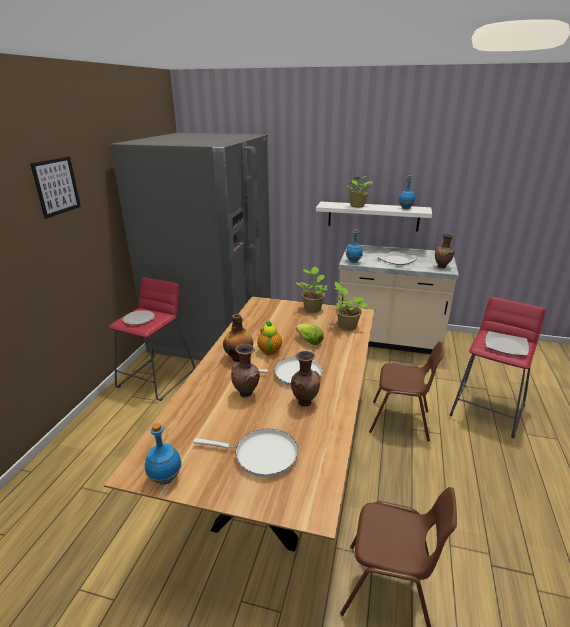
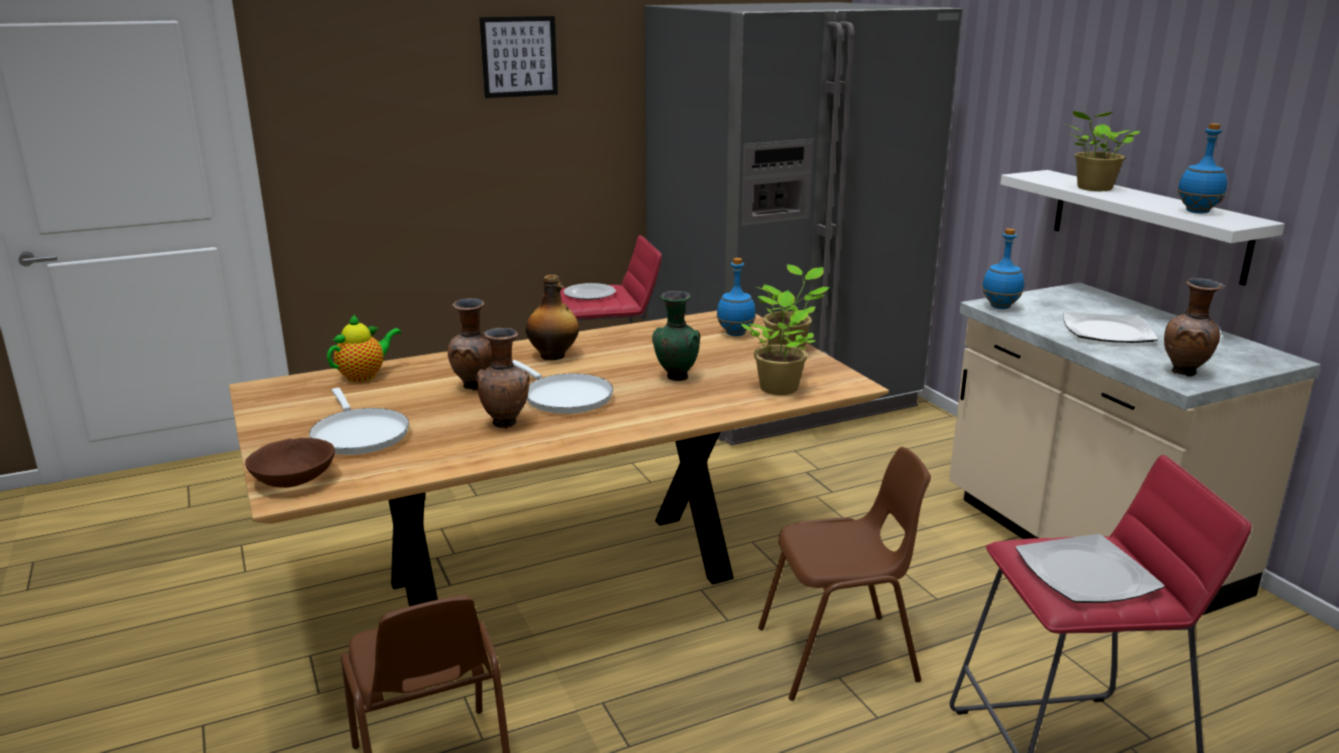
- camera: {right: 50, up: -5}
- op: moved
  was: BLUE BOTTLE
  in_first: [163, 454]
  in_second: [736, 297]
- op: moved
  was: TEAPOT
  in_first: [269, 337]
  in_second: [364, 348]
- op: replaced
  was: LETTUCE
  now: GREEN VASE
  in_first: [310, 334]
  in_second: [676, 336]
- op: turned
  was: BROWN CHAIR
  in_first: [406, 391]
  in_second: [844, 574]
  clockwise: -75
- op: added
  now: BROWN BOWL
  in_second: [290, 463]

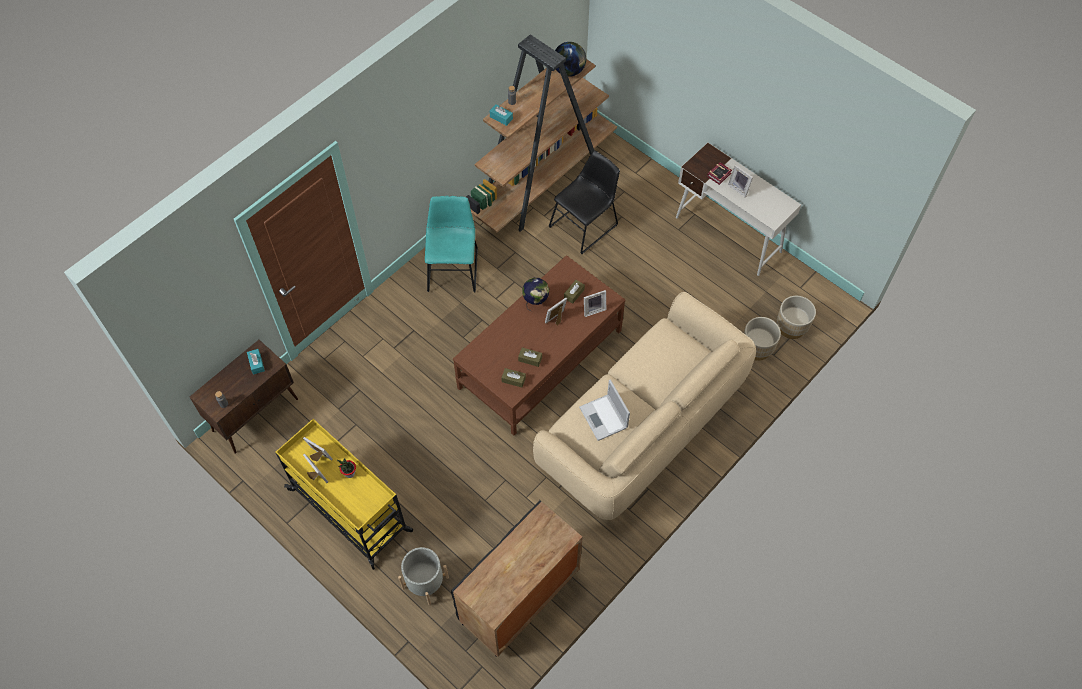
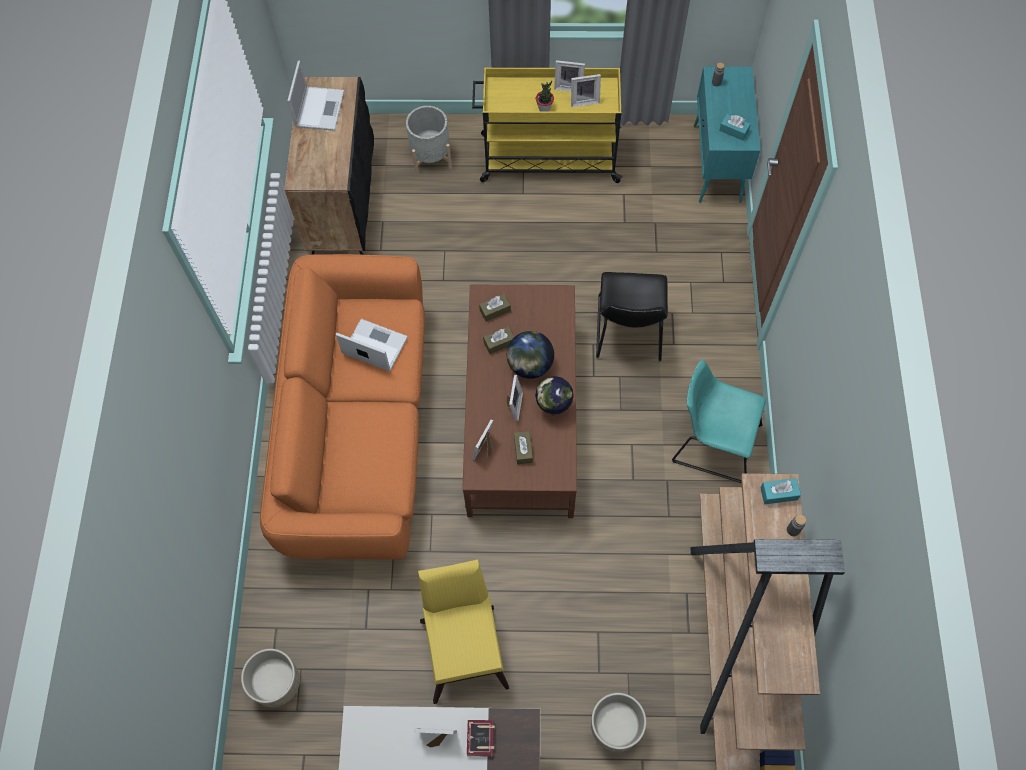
- camera: {right: 140, up: 5}
- op: recoloured
  was: BROWN CABINET
  now: TURQUOISE CABINET
  in_first: [244, 397]
  in_second: [727, 135]
- op: turned
  was: TURQUOISE CHAIR
  in_first: [451, 244]
  in_second: [719, 421]
  clockwise: 150
- op: recoloured
  was: BEIGE SOFA
  now: ORANGE SOFA
  in_first: [644, 406]
  in_second: [342, 407]
- op: moved
  was: BLACK CHAIR
  in_first: [584, 202]
  in_second: [632, 317]
- op: moved
  was: GLOBE
  in_first: [570, 59]
  in_second: [530, 355]
- op: moved
  was: BEIGE PLANTER
  in_first: [762, 339]
  in_second: [618, 722]
- op: added
  now: LAPTOP
  in_second: [315, 96]
- op: added
  now: YELLOW CHAIR
  in_second: [463, 632]

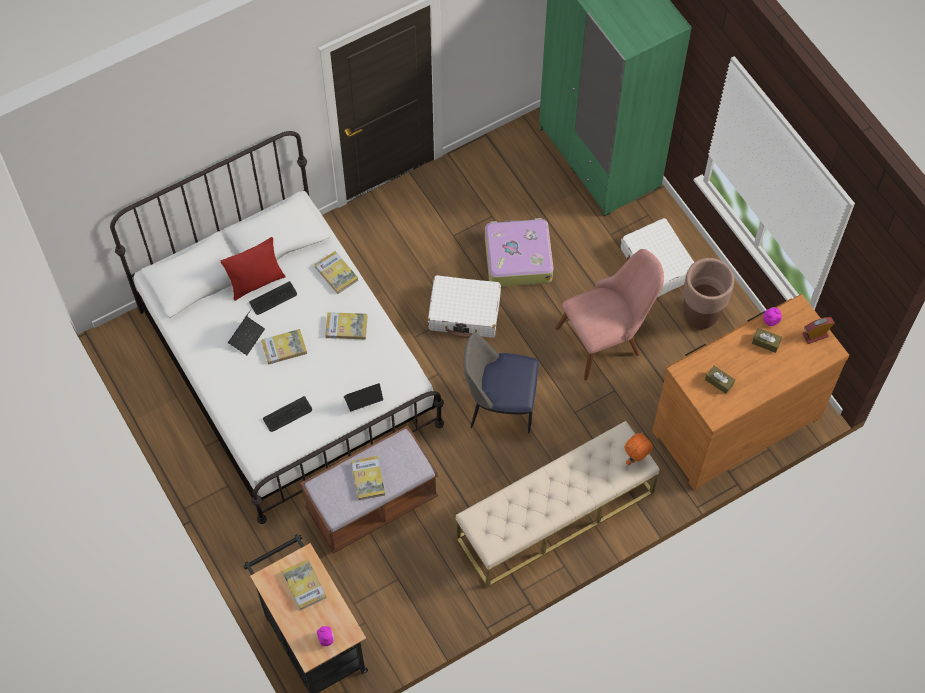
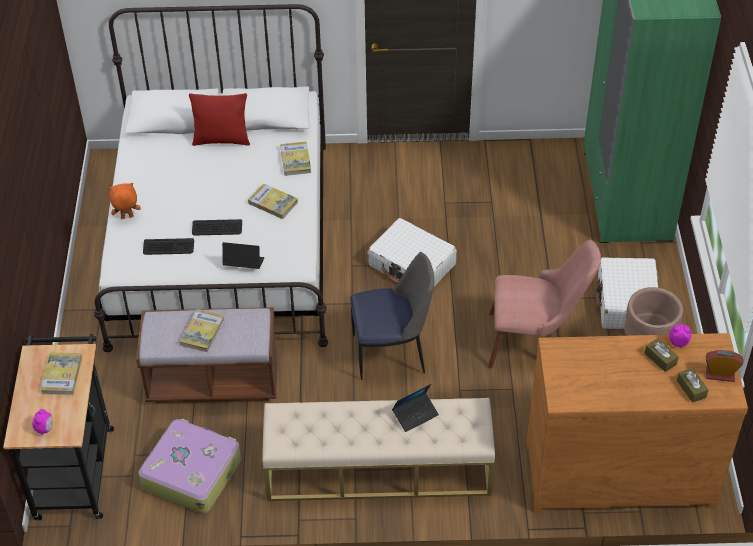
- camera: {right: 30, up: -15}
- op: moved
  was: LAPTOP
  in_first: [246, 332]
  in_second: [415, 408]
- op: moved
  was: KEYBOARD
  in_first: [273, 298]
  in_second: [217, 227]
- op: removed
  was: BOOK
  in_first: [284, 347]
- op: turned
  was: CHAIR
  in_first: [501, 383]
  in_second: [392, 316]
  clockwise: 135
- op: moved
  was: SUITCASE
  in_first: [519, 252]
  in_second: [189, 466]
- op: moved
  was: ORANGE PLUSH TOY
  in_first: [639, 448]
  in_second: [125, 201]
- op: moved
  was: BROWN TISSUE BOX
  in_first: [720, 380]
  in_second: [692, 385]

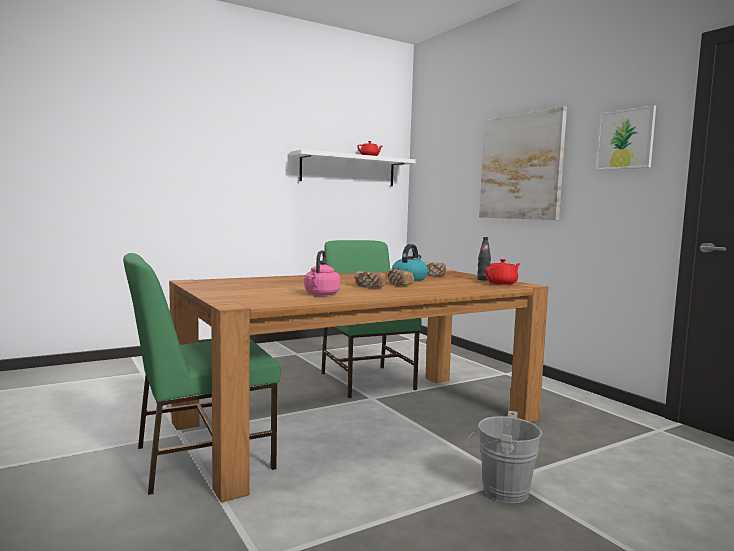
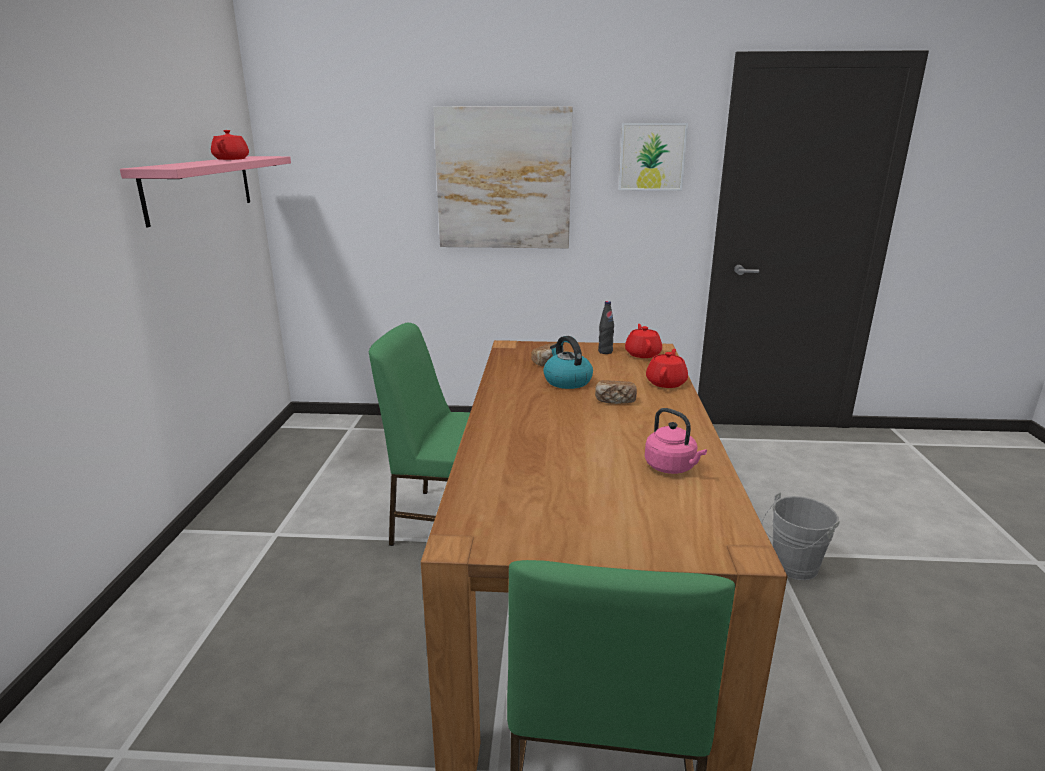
- camera: {right: -55, up: 15}
- op: recoloured
  was: WHITE SHELF
  now: PINK SHELF
  in_first: [353, 167]
  in_second: [205, 191]
- op: removed
  was: BREAD
  in_first: [371, 279]
- op: added
  now: RED TEAPOT
  in_second: [667, 368]

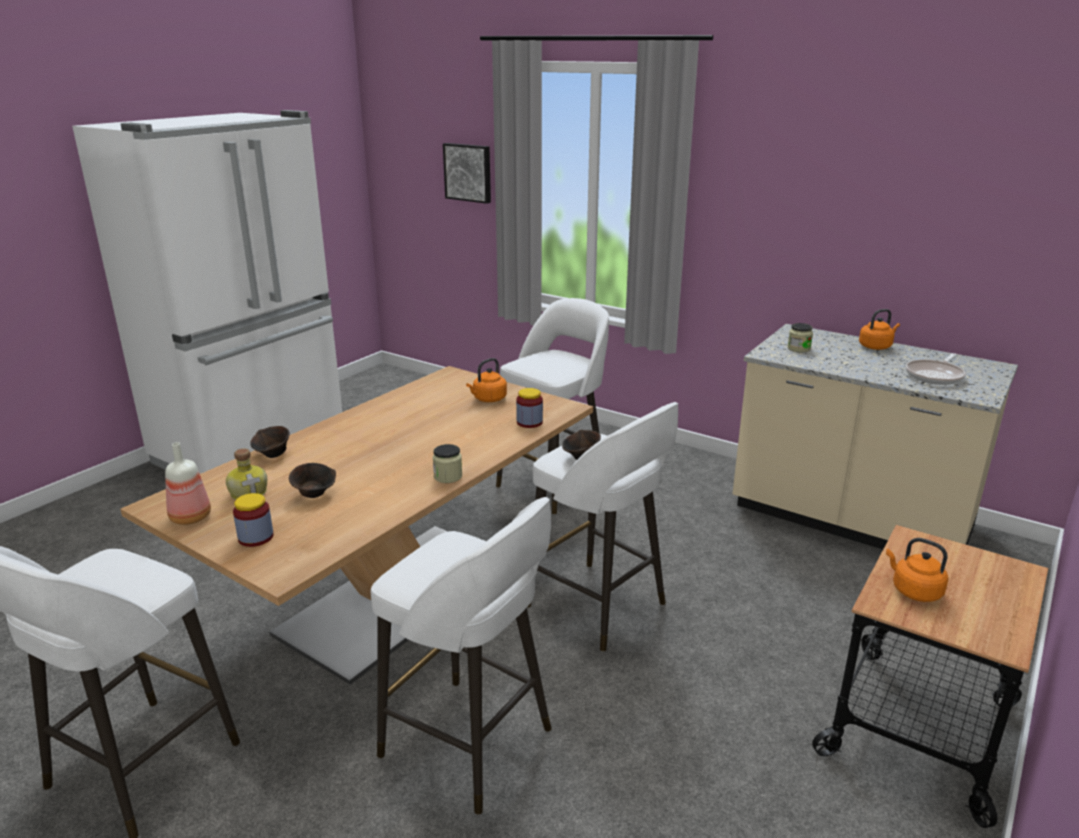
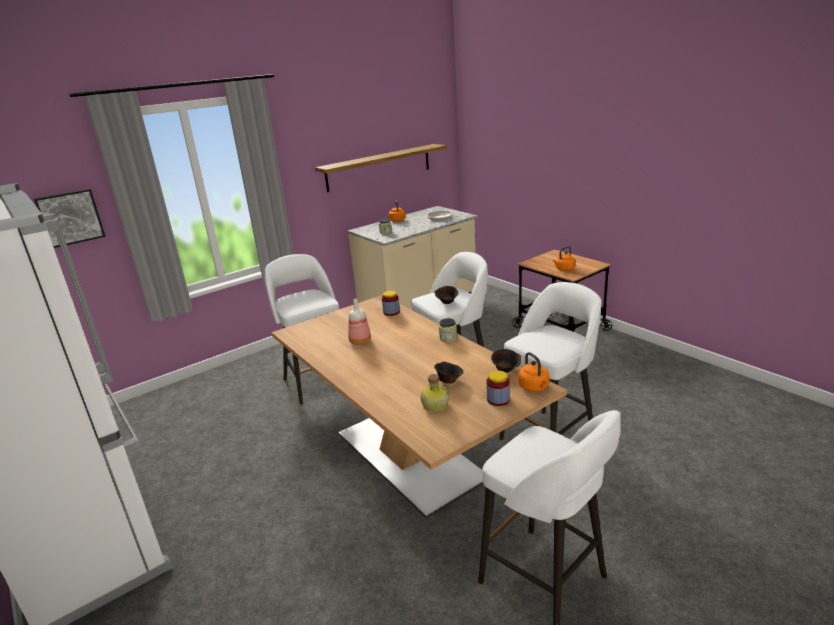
- camera: {right: -70, up: 0}
- op: moved
  was: BOTTLE
  in_first: [188, 483]
  in_second: [359, 322]
- op: moved
  was: BROWN BOWL
  in_first: [270, 442]
  in_second: [506, 361]
- op: moved
  was: ORANGE KETTLE
  in_first: [486, 380]
  in_second: [533, 372]
- op: added
  now: SHELF
  in_second: [381, 168]

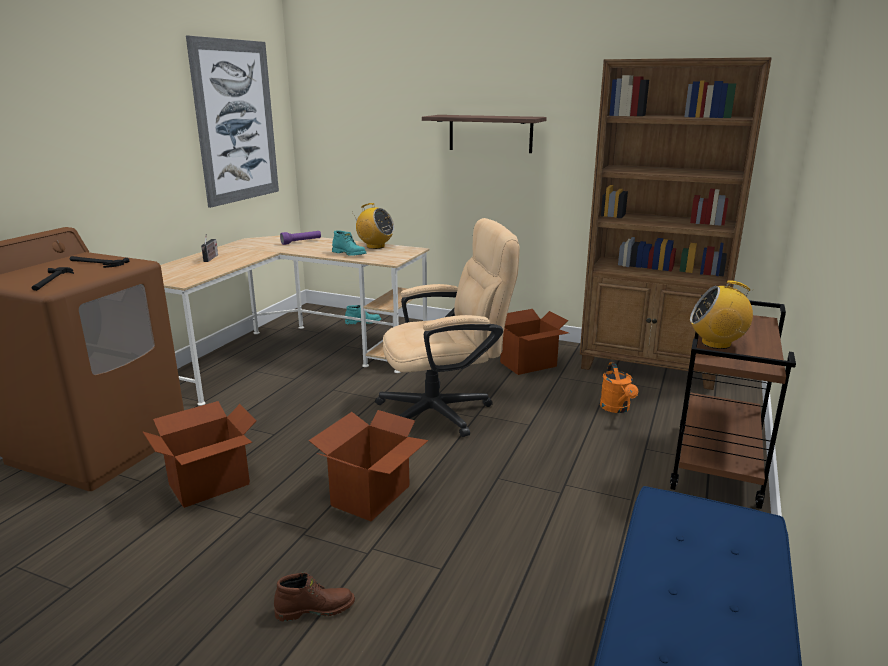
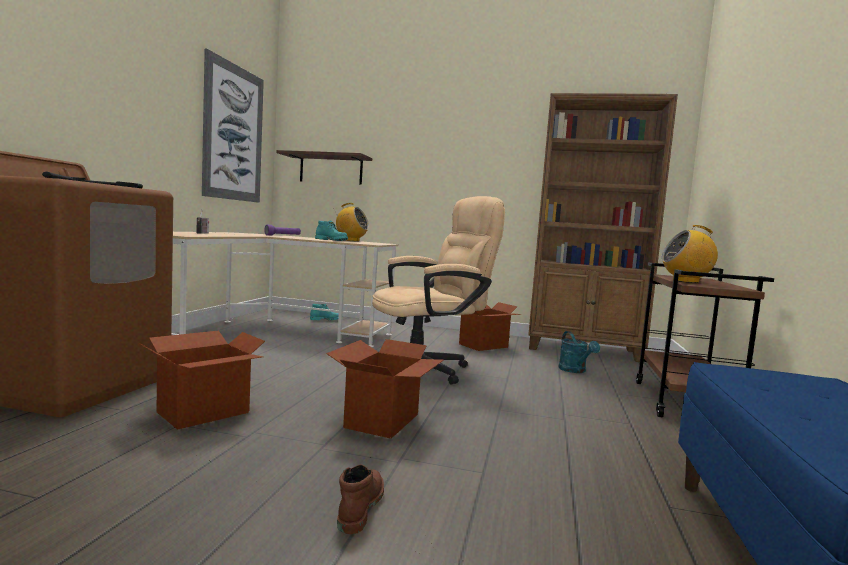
- camera: {right: -10, up: -15}
- op: turned
  was: BROWN BOOT
  in_first: [314, 596]
  in_second: [360, 499]
  clockwise: -60
- op: moved
  was: SHELF
  in_first: [484, 134]
  in_second: [324, 167]
- op: recoloured
  was: ORANGE WATERING CAN
  now: TURQUOISE WATERING CAN
  in_first: [619, 387]
  in_second: [579, 352]

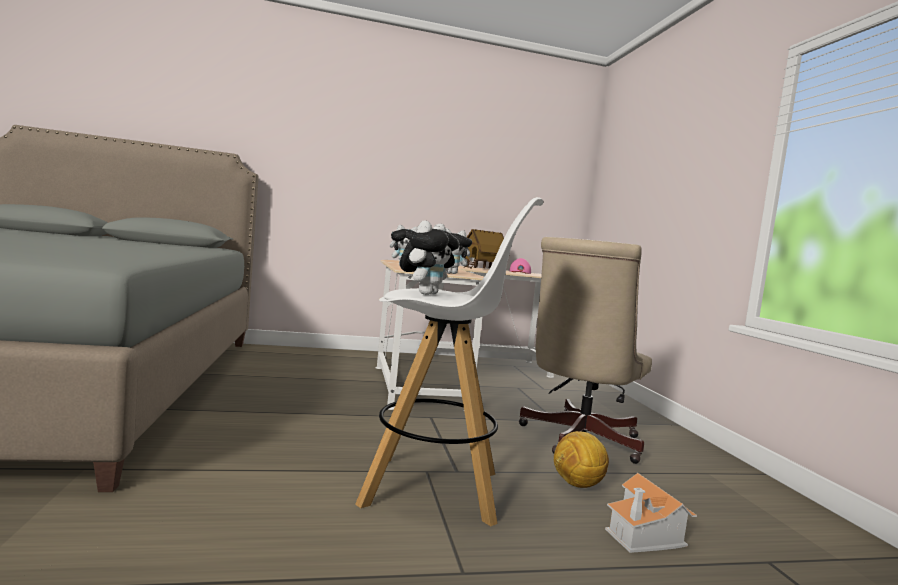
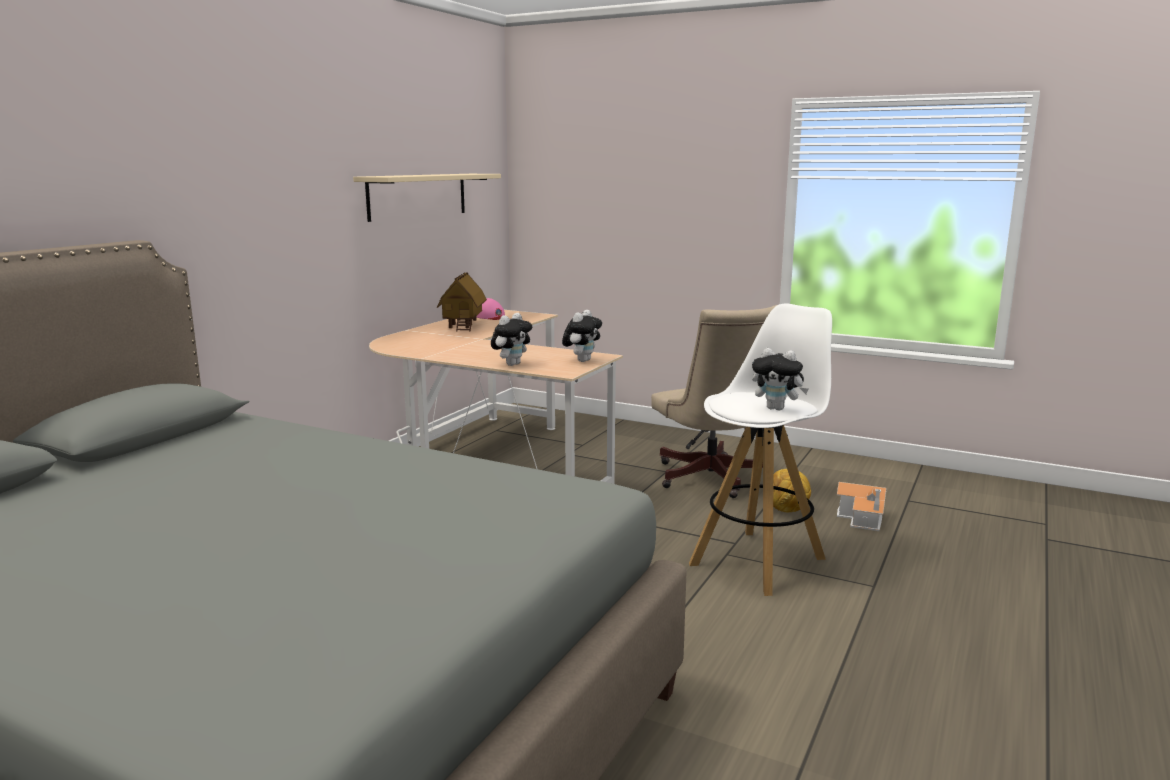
- camera: {right: -50, up: 10}
- op: turned
  was: PLUSH TOY
  in_first: [430, 257]
  in_second: [780, 379]
  clockwise: 135
- op: added
  now: BEIGE SHELF
  in_second: [427, 198]

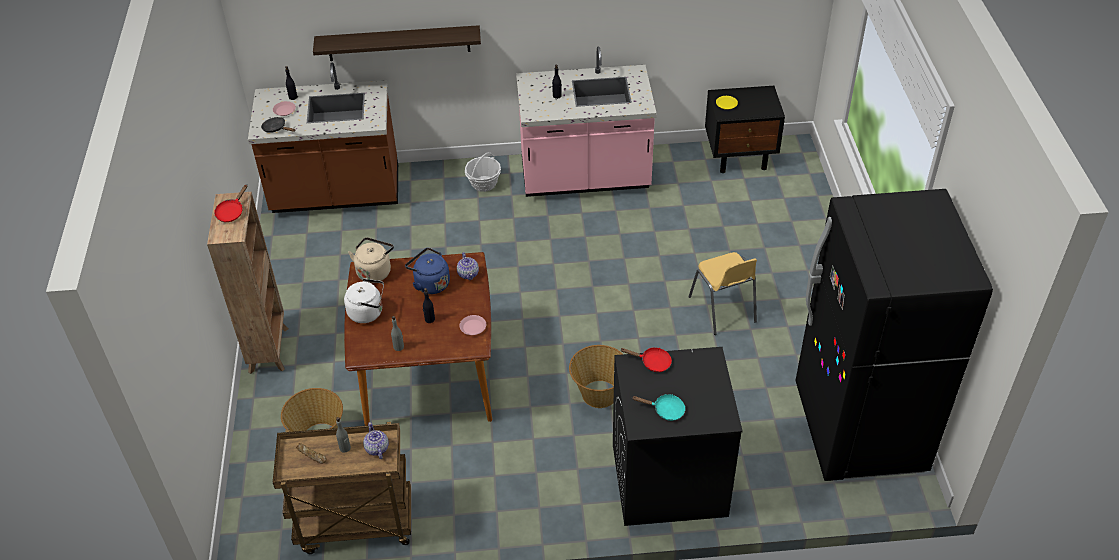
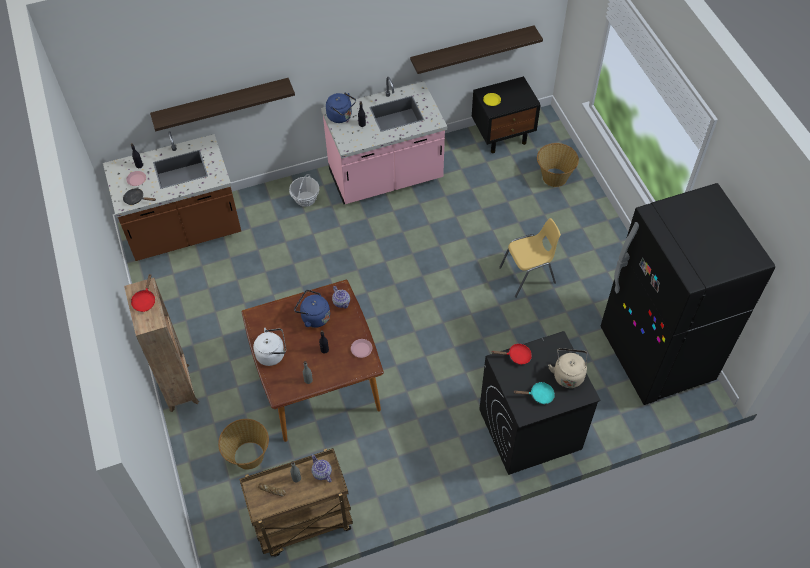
- camera: {right: -15, up: 10}
- op: moved
  was: BEIGE KETTLE
  in_first: [371, 260]
  in_second: [568, 368]
- op: moved
  was: BASKET
  in_first: [595, 376]
  in_second: [558, 165]
- op: turned
  was: YELLOW CHAIR
  in_first: [723, 293]
  in_second: [530, 258]
  clockwise: -75
- op: added
  now: BLUE KETTLE
  in_second: [341, 107]
- op: added
  now: SHELF
  in_second: [476, 49]

